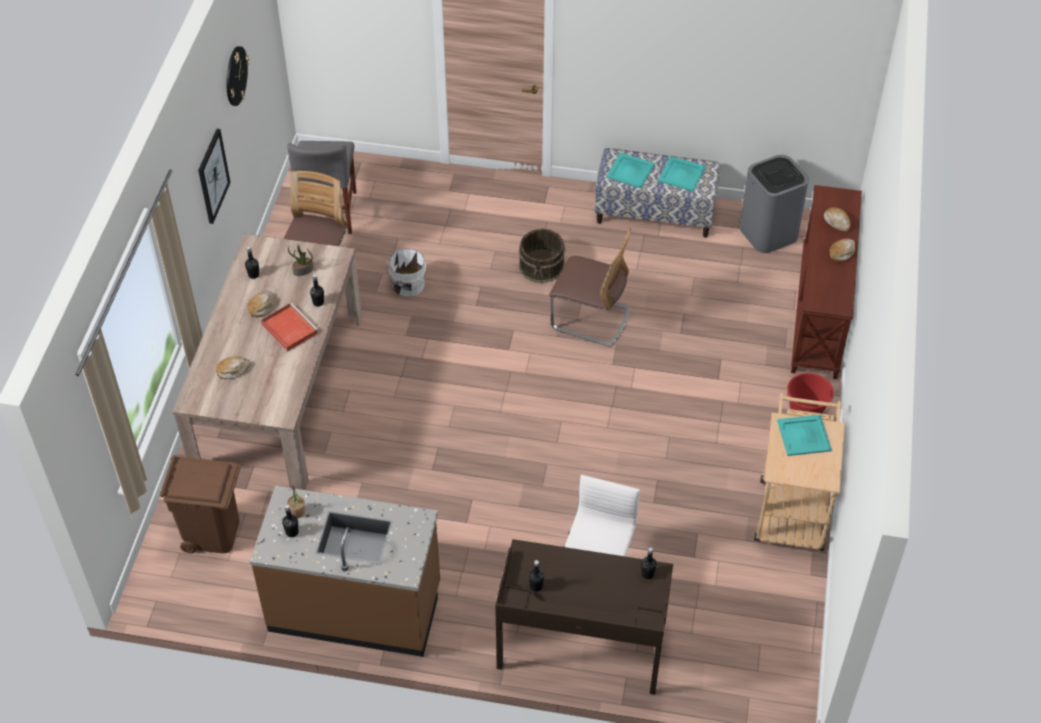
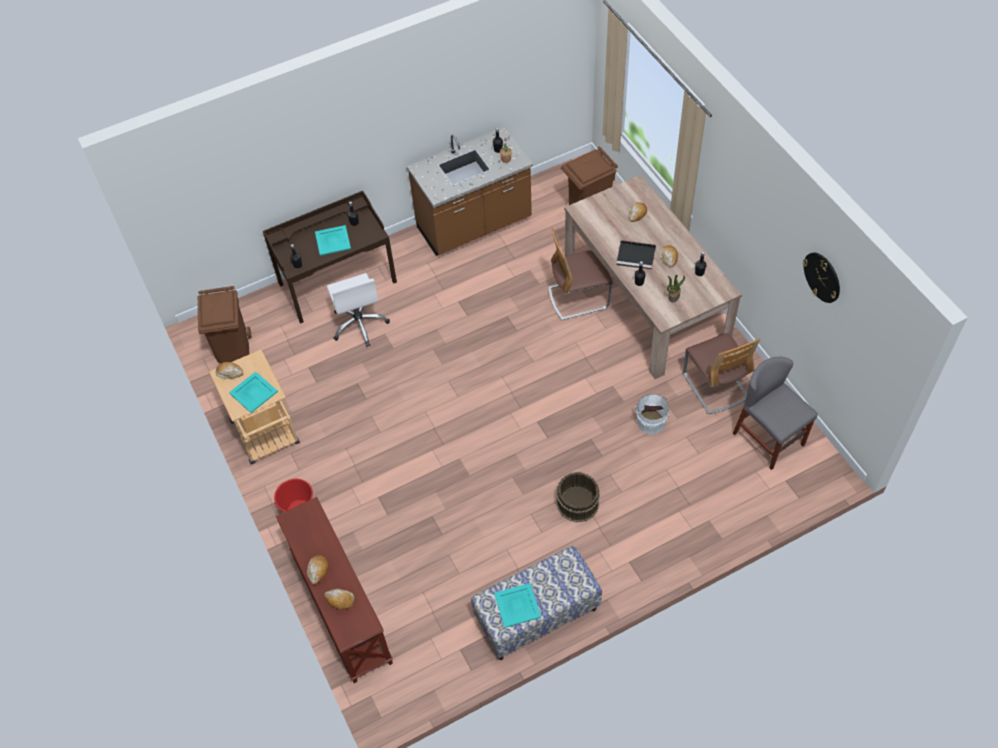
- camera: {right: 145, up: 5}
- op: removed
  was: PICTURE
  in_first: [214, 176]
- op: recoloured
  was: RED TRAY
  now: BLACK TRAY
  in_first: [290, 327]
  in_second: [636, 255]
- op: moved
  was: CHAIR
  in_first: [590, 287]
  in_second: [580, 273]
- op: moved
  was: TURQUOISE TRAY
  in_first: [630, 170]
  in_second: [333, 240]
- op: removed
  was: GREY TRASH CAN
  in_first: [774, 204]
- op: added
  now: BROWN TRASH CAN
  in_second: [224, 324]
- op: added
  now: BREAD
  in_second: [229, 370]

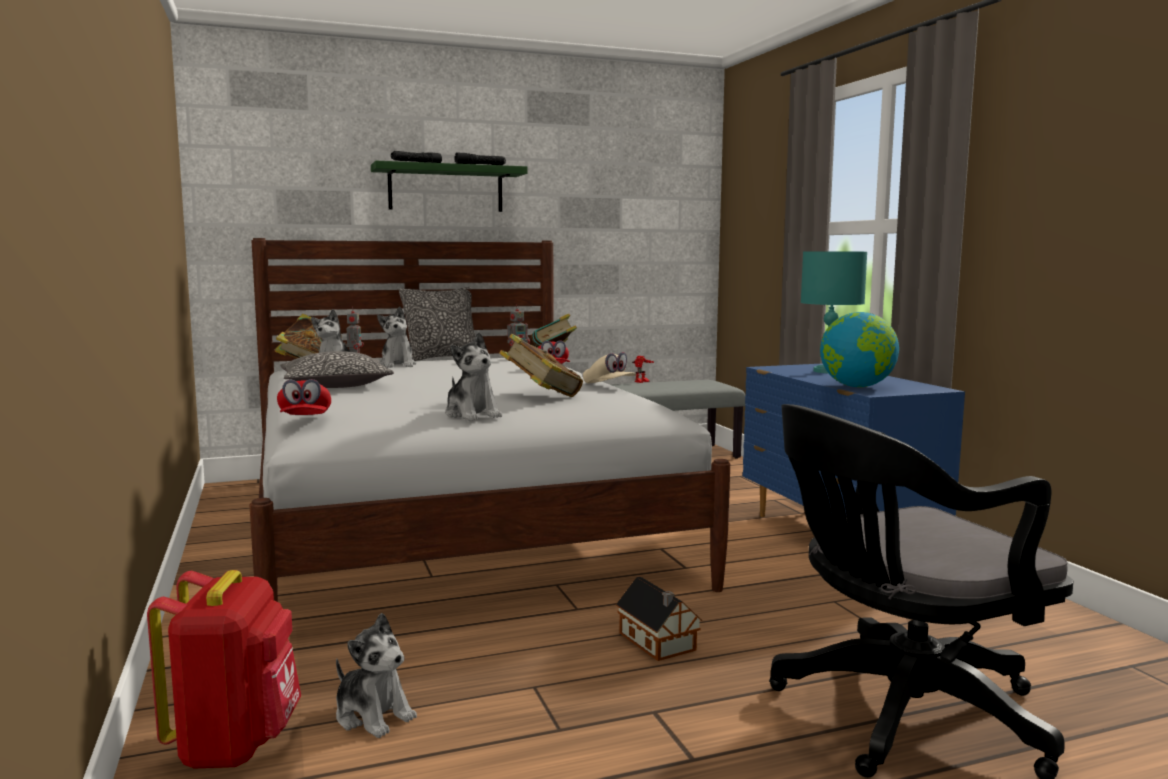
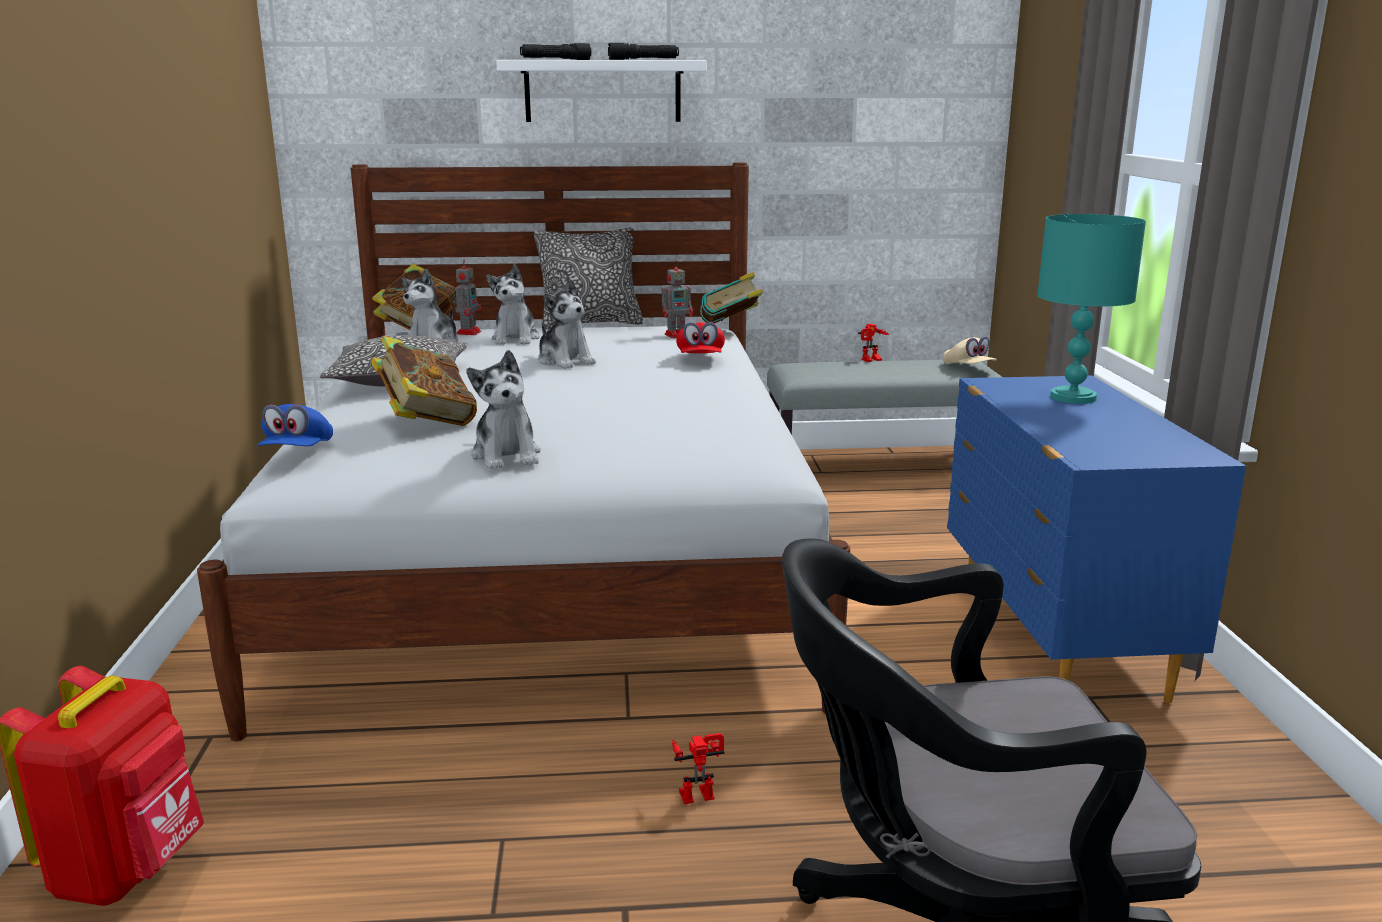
- camera: {right: 15, up: 10}
- op: recoloured
  was: RED CAP
  now: BLUE CAP
  in_first: [304, 397]
  in_second: [295, 425]
- op: moved
  was: PLUSH TOY
  in_first: [376, 675]
  in_second: [567, 324]
- op: recoloured
  was: GREEN SHELF
  now: WHITE SHELF
  in_first: [449, 186]
  in_second: [601, 91]
- op: moved
  was: BOOK
  in_first: [541, 365]
  in_second: [424, 381]
- op: moved
  was: BEIGE CAP
  in_first: [609, 367]
  in_second: [970, 350]
- op: replaced
  was: TOY HOUSE
  now: TOY ROBOT
  in_first: [659, 619]
  in_second: [698, 768]
- op: removed
  was: GLOBE
  in_first: [859, 349]

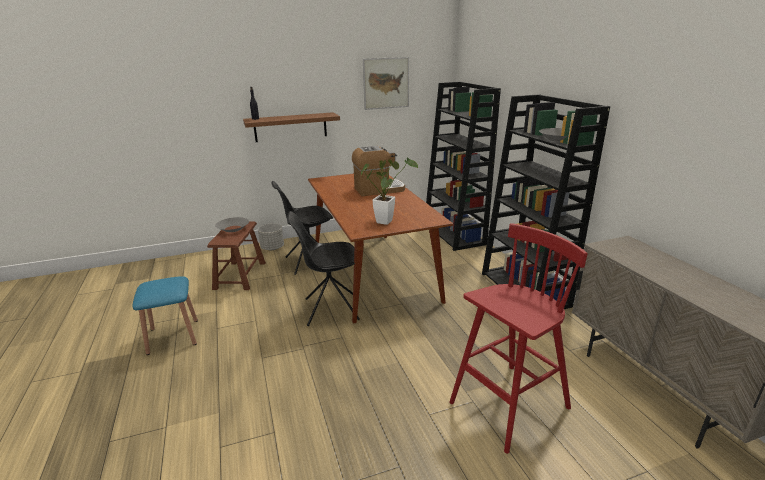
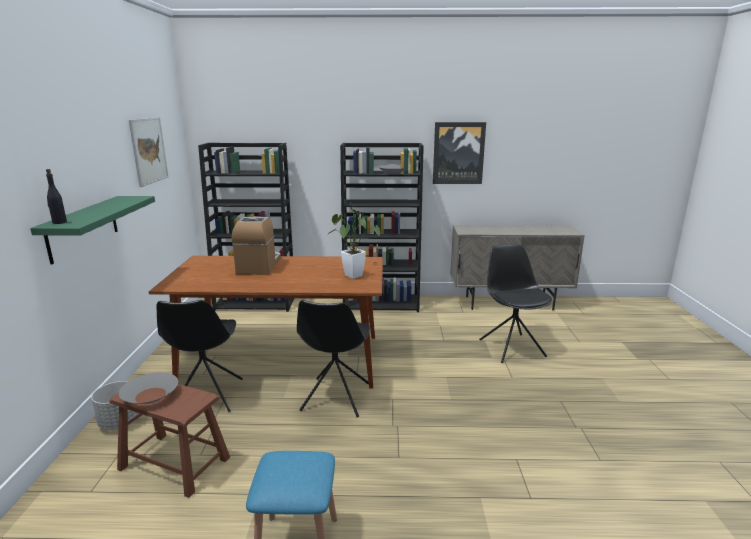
- camera: {right: -70, up: -5}
- op: recoloured
  was: BROWN SHELF
  now: GREEN SHELF
  in_first: [291, 127]
  in_second: [92, 230]
- op: replaced
  was: RED STOOL
  now: BLACK CHAIR
  in_first: [518, 338]
  in_second: [515, 303]
- op: added
  now: PICTURE
  in_second: [459, 153]

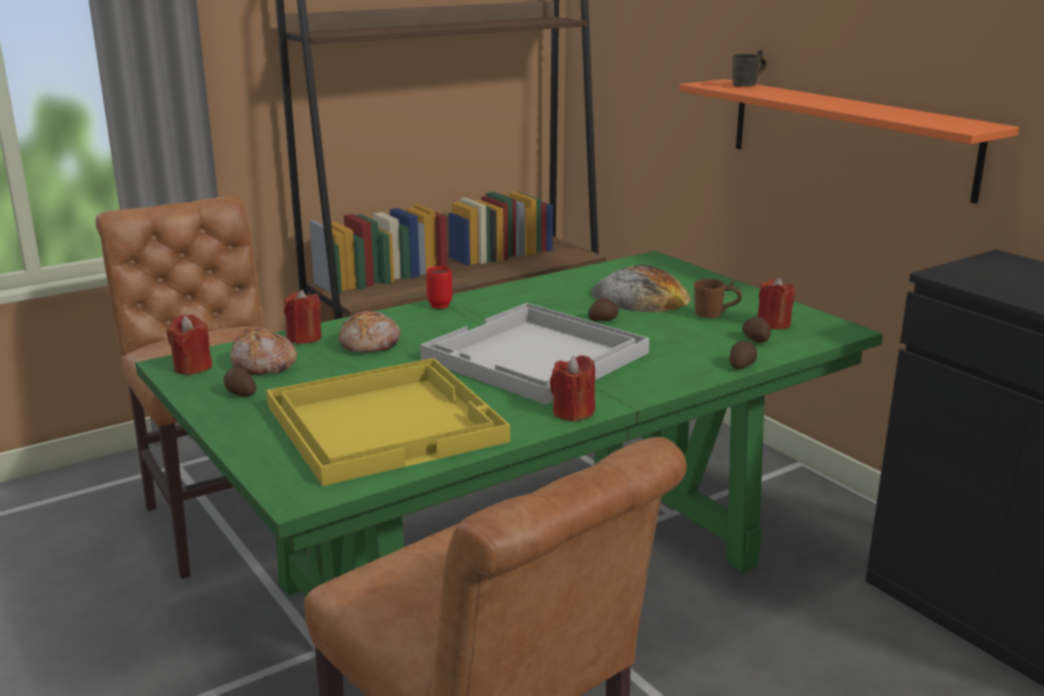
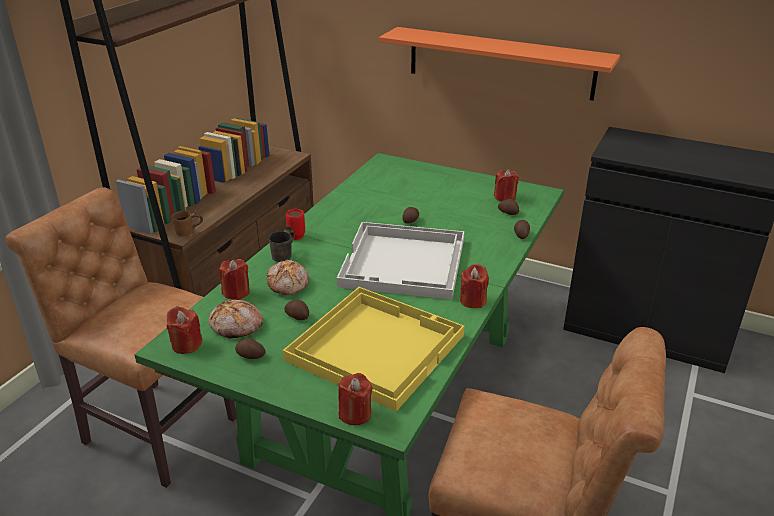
- camera: {right: -30, up: 10}
- op: removed
  was: BREAD
  in_first: [641, 288]
- op: moved
  was: BROWN MUG
  in_first: [718, 298]
  in_second: [187, 223]
- op: moved
  was: GREY MUG
  in_first: [750, 68]
  in_second: [282, 244]
- op: added
  now: POTATO
  in_second: [296, 310]
- op: added
  now: RED CANDLE
  in_second: [355, 399]

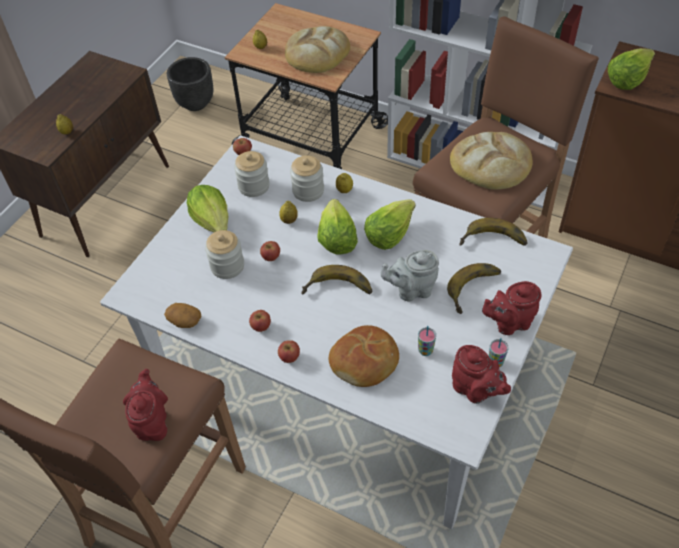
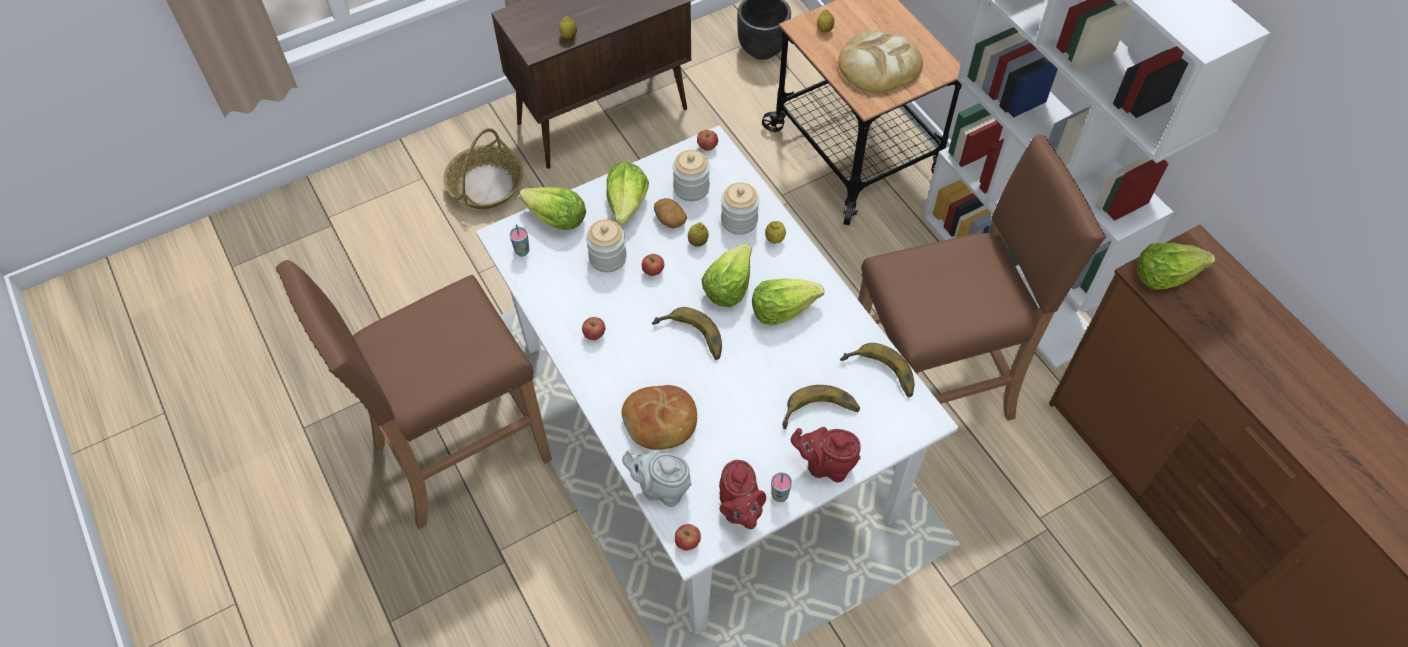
- camera: {right: 30, up: 5}
- op: removed
  was: RED TEAPOT
  in_first: [145, 405]
- op: moved
  was: POTATO
  in_first: [182, 315]
  in_second: [670, 213]
- op: moved
  was: APPLE
  in_first: [289, 351]
  in_second: [688, 537]
- op: moved
  was: GREY TEAPOT
  in_first: [410, 275]
  in_second: [656, 478]
- op: moved
  was: CUP
  in_first: [427, 341]
  in_second: [519, 240]
- op: removed
  was: BREAD
  in_first: [491, 161]
- op: added
  now: BASKET
  in_second: [483, 168]
- op: added
  now: LETTUCE
  in_second: [552, 208]

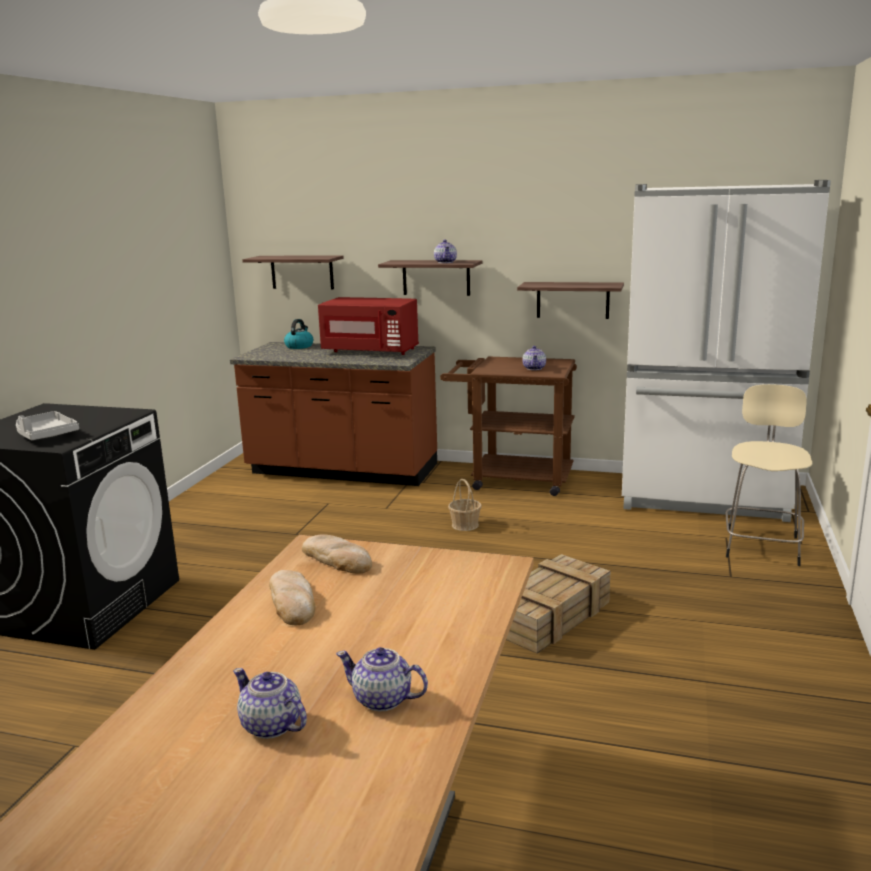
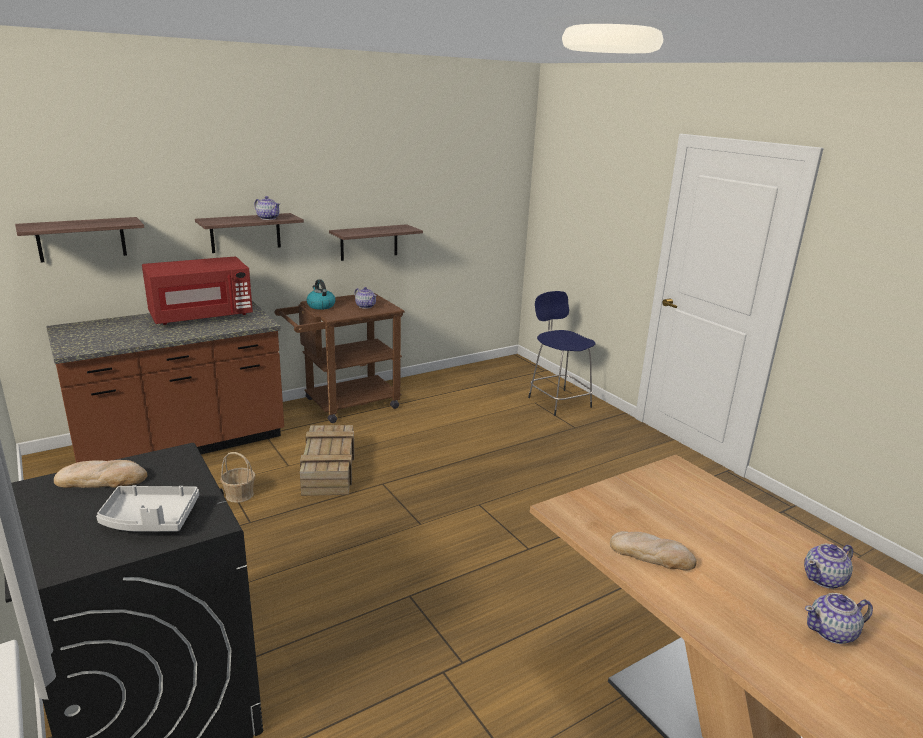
- camera: {right: -50, up: 5}
- op: moved
  was: KETTLE
  in_first: [298, 334]
  in_second: [320, 294]
- op: moved
  was: BREAD
  in_first: [337, 554]
  in_second: [101, 474]
- op: moved
  was: BASKET
  in_first: [465, 505]
  in_second: [238, 477]
- op: moved
  was: CRATE
  in_first: [558, 604]
  in_second: [327, 460]
- op: removed
  was: WHITE FRIDGE
  in_first: [726, 351]
- op: recoloured
  was: BEIGE STOOL
  now: BLUE STOOL
  in_first: [769, 475]
  in_second: [561, 353]

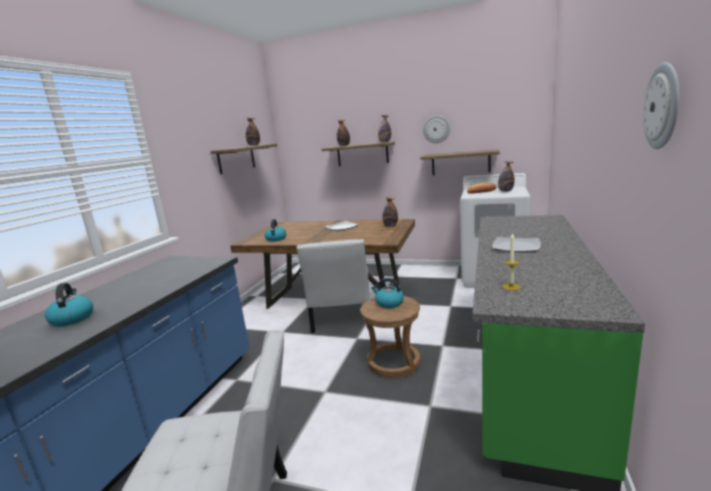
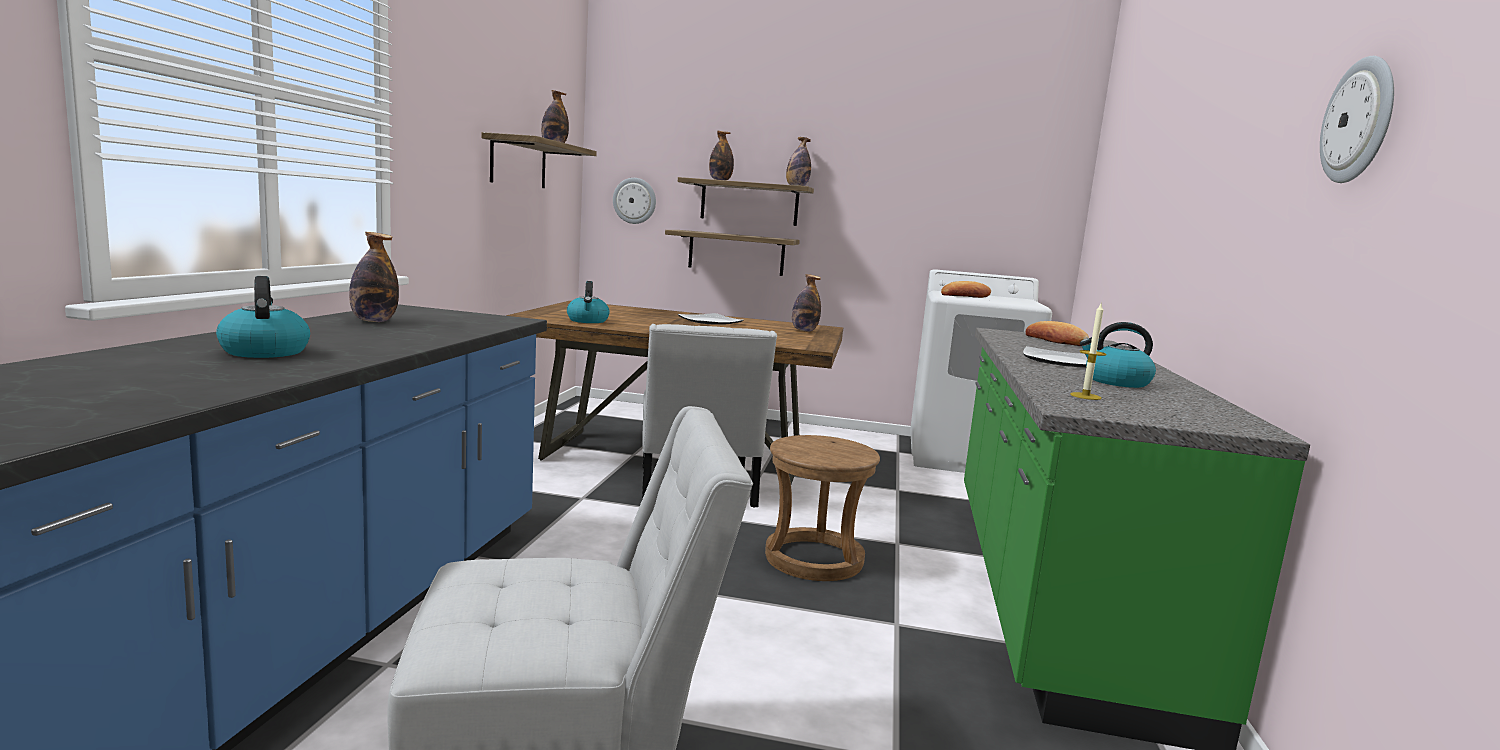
- camera: {right: -10, up: -5}
- op: moved
  was: KETTLE
  in_first: [387, 293]
  in_second: [1118, 355]
- op: moved
  was: SHELF
  in_first: [460, 162]
  in_second: [732, 253]
- op: moved
  was: WALL CLOCK
  in_first: [436, 129]
  in_second: [634, 201]
- op: moved
  was: BOTTLE
  in_first: [506, 176]
  in_second: [374, 277]
- op: added
  now: BREAD
  in_second: [1057, 333]

